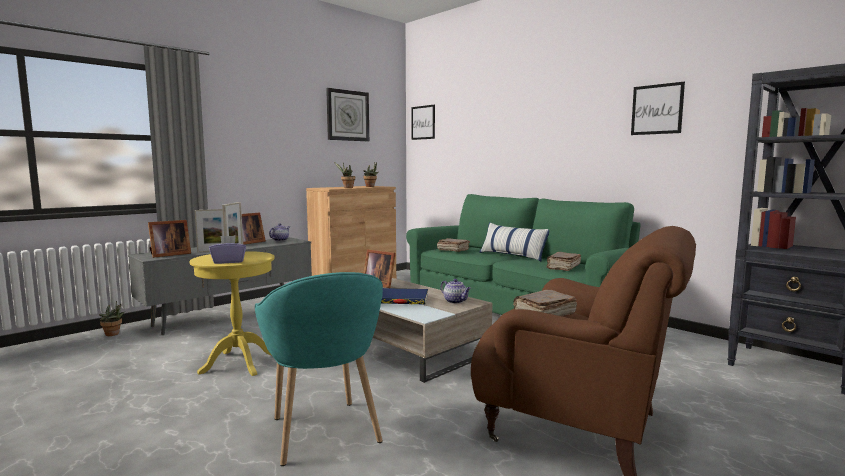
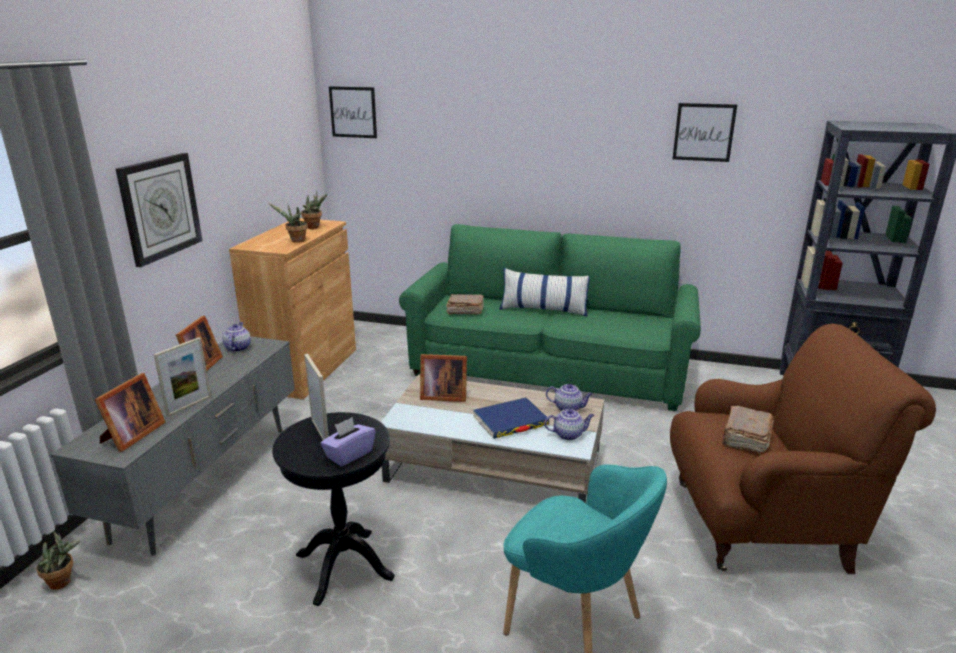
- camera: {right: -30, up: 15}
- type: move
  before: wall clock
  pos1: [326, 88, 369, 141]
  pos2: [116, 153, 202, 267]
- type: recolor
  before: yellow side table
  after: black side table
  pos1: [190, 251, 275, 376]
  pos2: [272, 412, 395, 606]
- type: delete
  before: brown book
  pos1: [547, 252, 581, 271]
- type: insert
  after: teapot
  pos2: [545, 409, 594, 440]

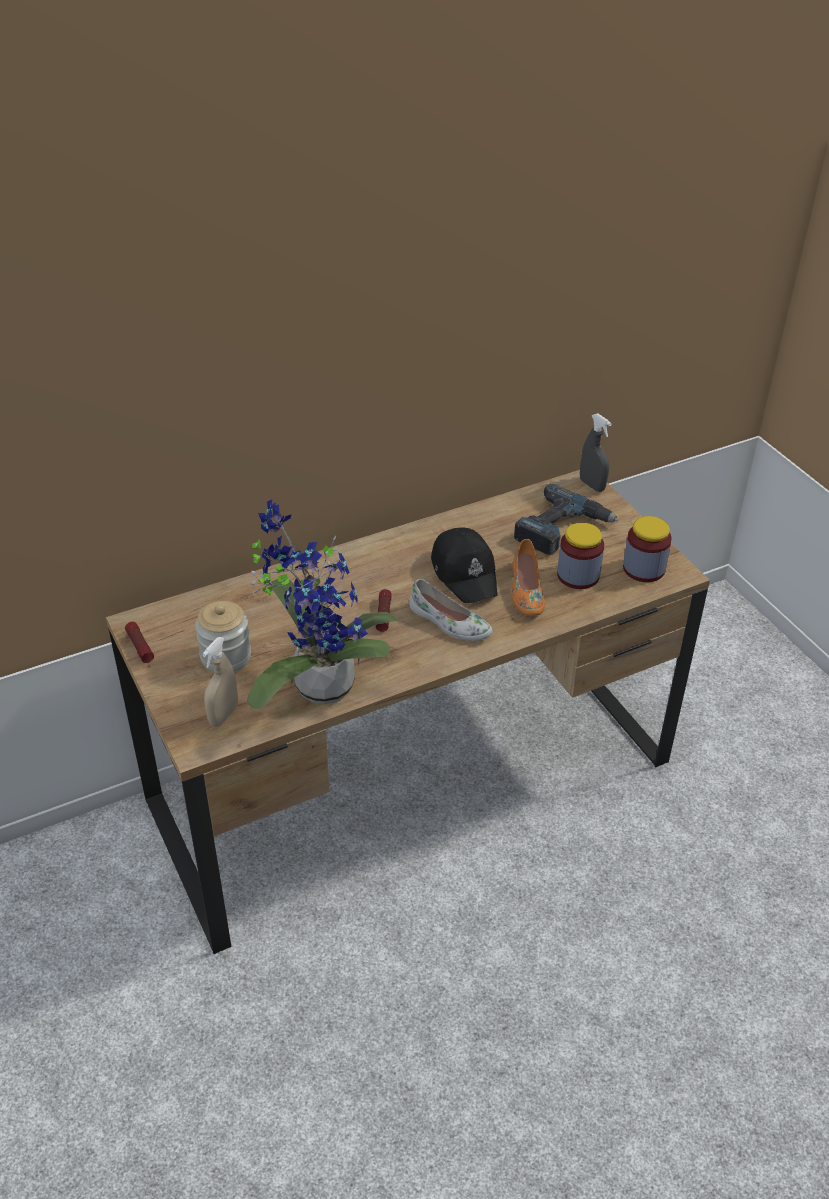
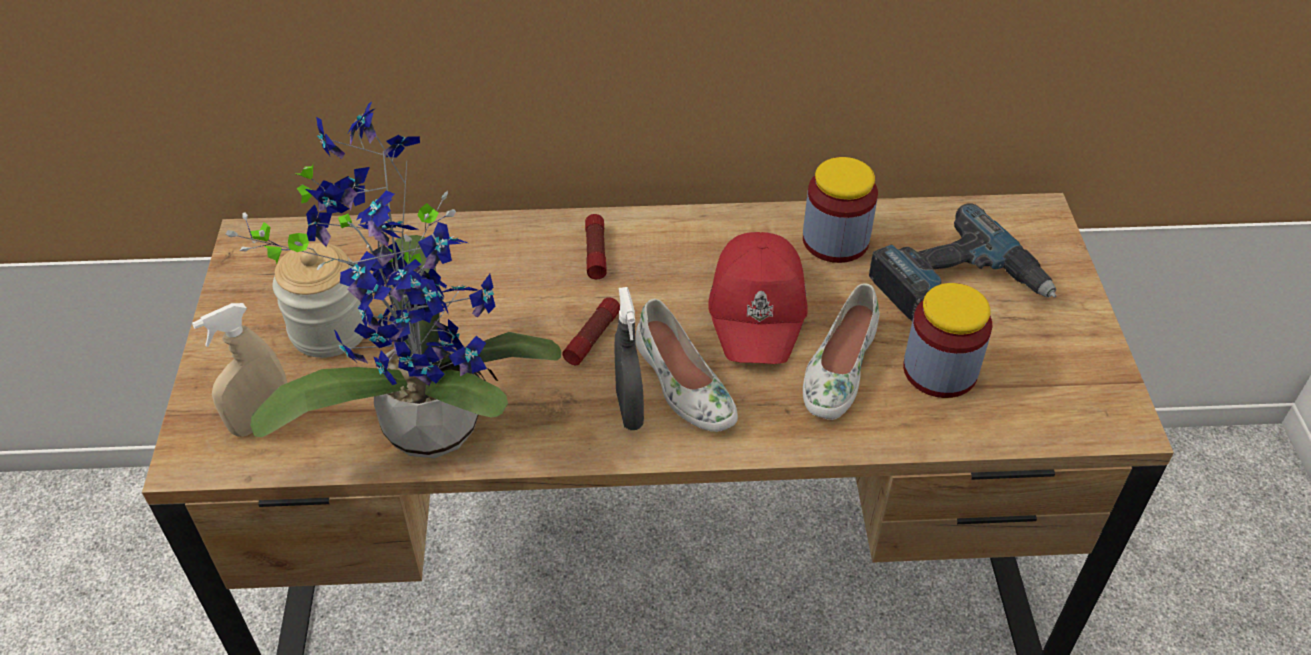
- camera: {right: 25, up: 5}
- type: move
  before: grey spray bottle
  pos1: [580, 414, 612, 492]
  pos2: [614, 287, 644, 430]
- type: move
  before: jar
  pos1: [623, 516, 672, 582]
  pos2: [803, 157, 878, 263]
- type: recolor
  before: black cap
  after: red cap
  pos1: [431, 528, 498, 603]
  pos2: [708, 232, 808, 364]
- type: recolor
  before: orange shoe
  after: white shoe
  pos1: [511, 539, 545, 616]
  pos2: [803, 283, 879, 420]
- type: move
  before: flashlight
  pos1: [125, 622, 154, 663]
  pos2: [585, 214, 607, 279]

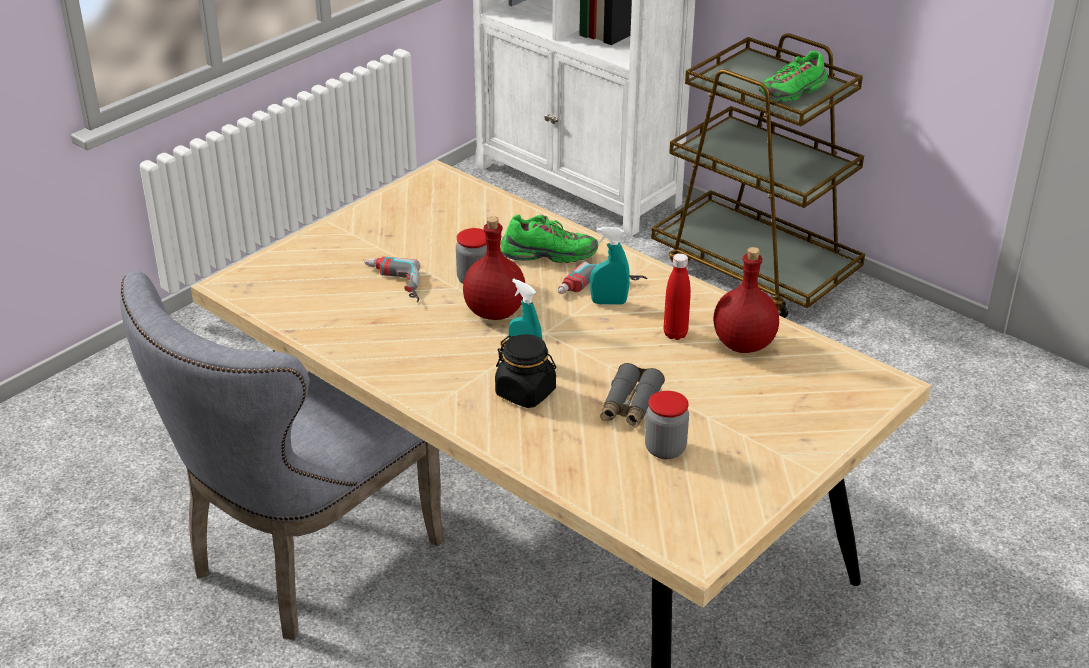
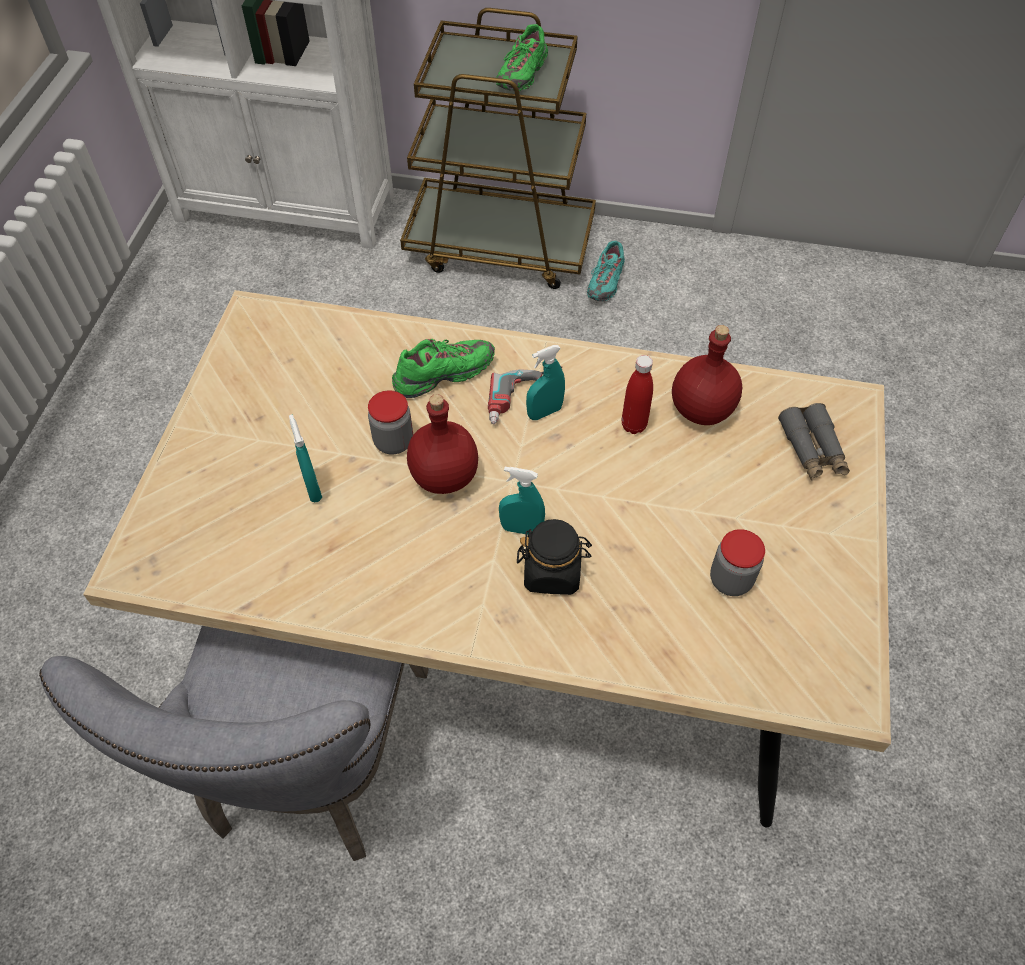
- camera: {right: -30, up: 20}
- type: replace
  before: power drill
  after: turquoise spray bottle
  pos1: [364, 256, 420, 303]
  pos2: [289, 414, 322, 502]
- type: move
  before: grey binoculars
  pos1: [600, 363, 665, 428]
  pos2: [778, 403, 850, 480]
- type: insert
  after: turquoise shoe
  pos2: [587, 241, 625, 301]

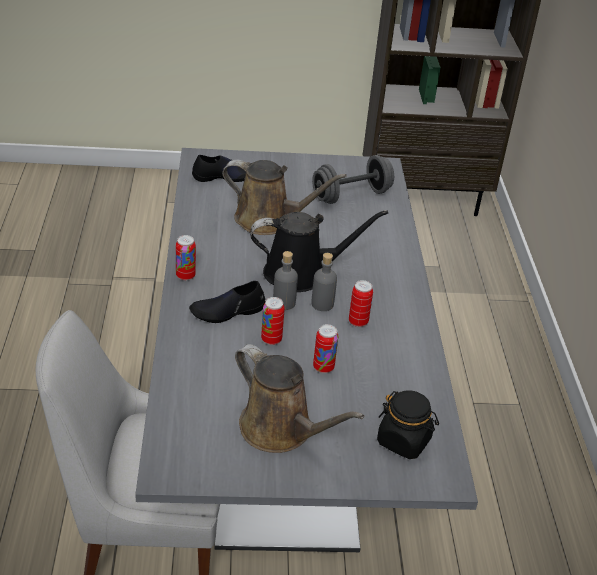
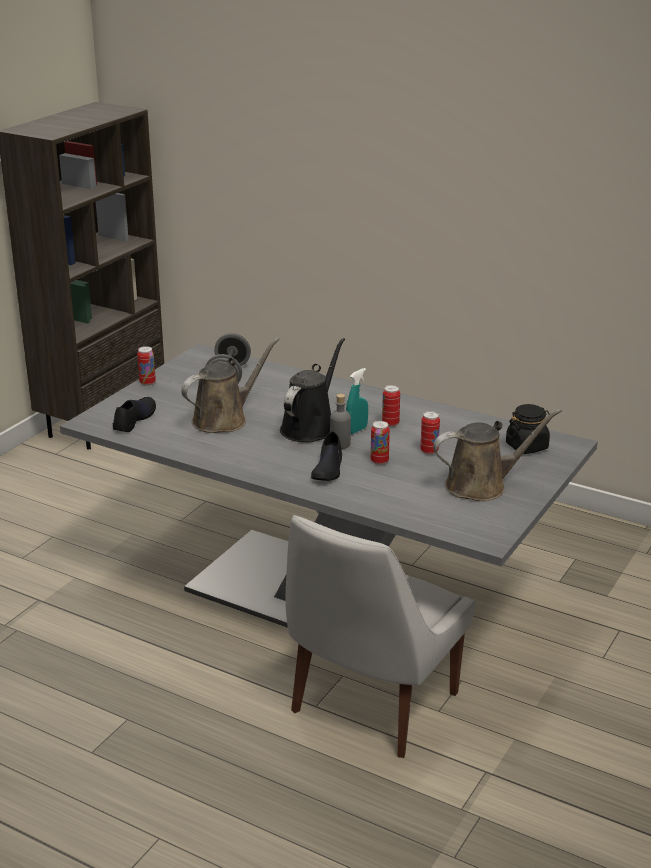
- camera: {right: -55, up: -10}
- type: move
  before: can
  pos1: [176, 235, 196, 281]
  pos2: [137, 346, 156, 386]
- type: replace
  before: grey bottle
  after: turquoise spray bottle
  pos1: [311, 253, 337, 311]
  pos2: [346, 368, 368, 434]

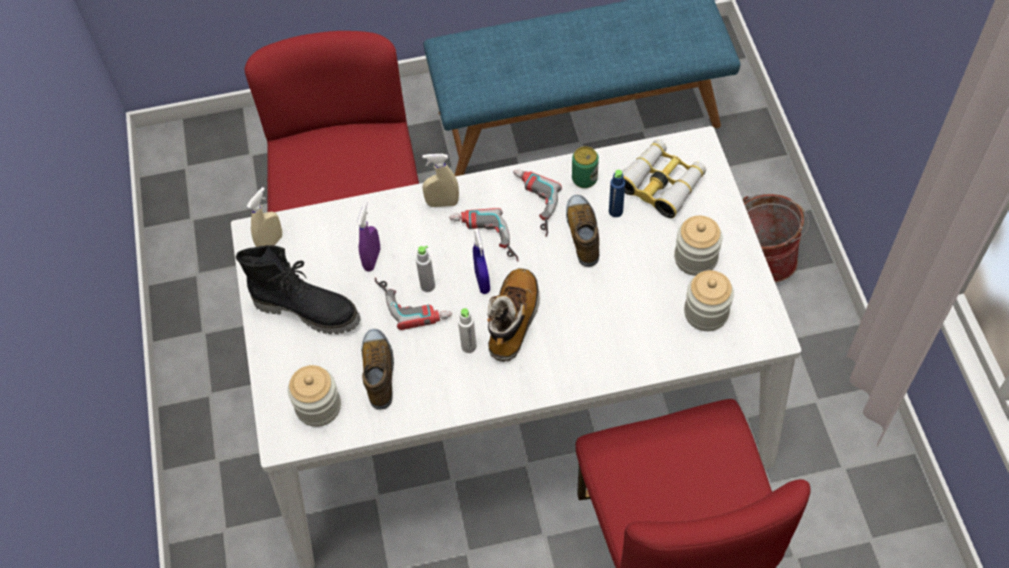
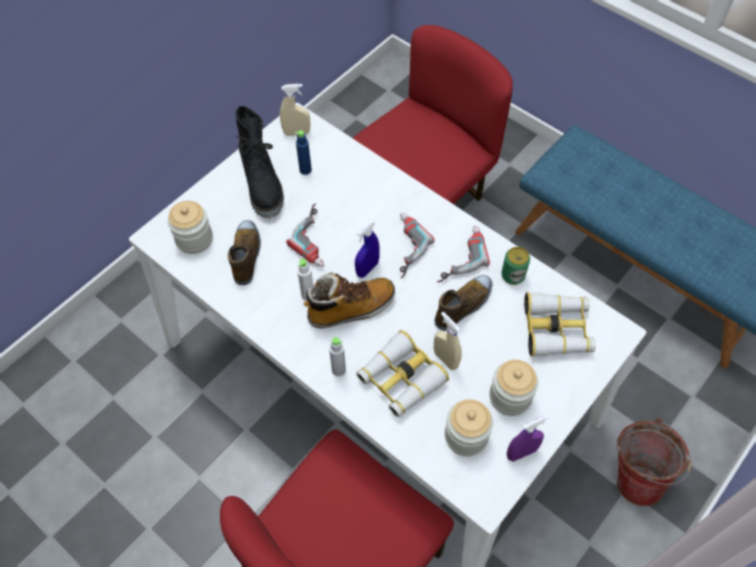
- camera: {right: 50, up: 0}
- type: move
  before: beige spray bottle
  pos1: [422, 154, 459, 207]
  pos2: [434, 312, 462, 370]
- type: move
  before: blue bottle
  pos1: [609, 169, 625, 217]
  pos2: [295, 130, 312, 175]
- type: move
  before: purple spray bottle
  pos1: [357, 202, 380, 272]
  pos2: [507, 415, 549, 462]
- type: move
  before: grey bottle
  pos1: [416, 245, 435, 292]
  pos2: [329, 337, 346, 376]
- type: rotate
  before: shoe
  pos1: [361, 329, 394, 410]
  pos2: [228, 220, 261, 285]
  turn: -45
- type: insert
  after: binoculars
  pos2: [356, 330, 449, 417]

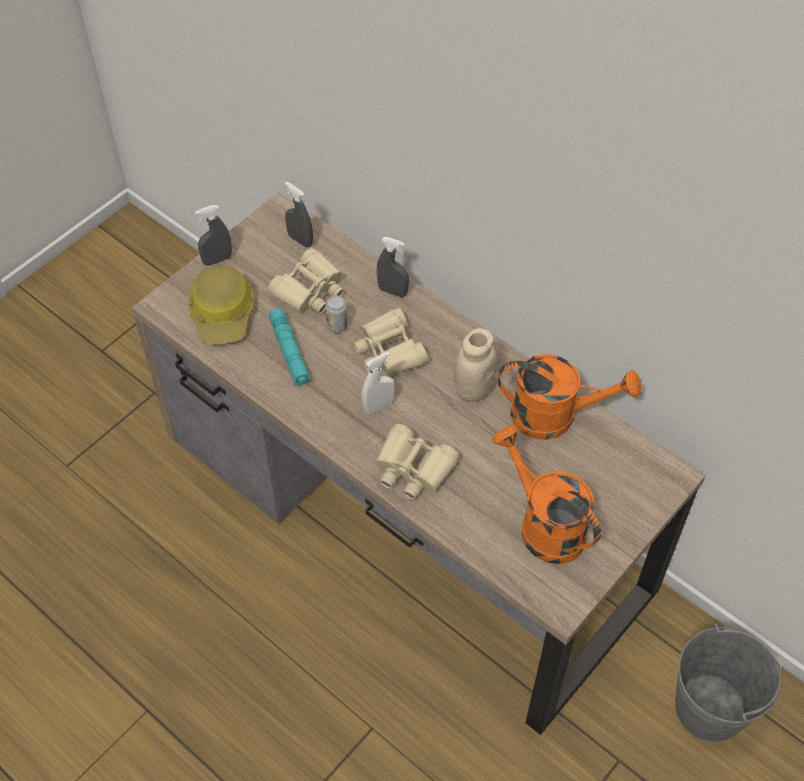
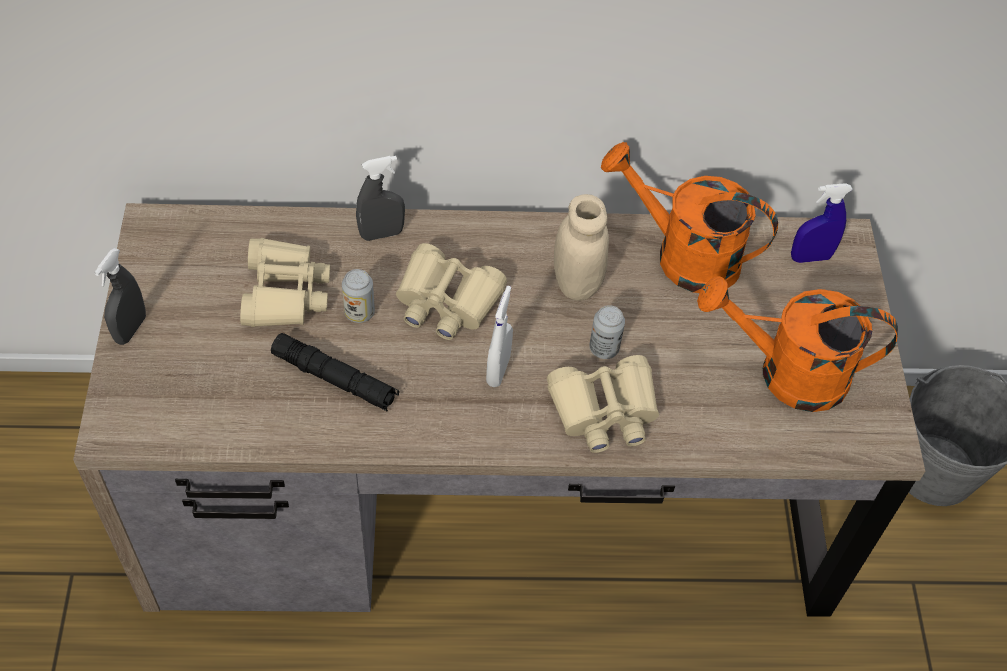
- camera: {right: -45, up: 0}
- type: delete
  before: grey spray bottle
  pos1: [285, 181, 313, 247]
- type: delete
  before: hard hat
  pos1: [188, 265, 254, 344]
- type: recolor
  before: turquoise flashlight
  after: black flashlight
  pos1: [269, 308, 311, 387]
  pos2: [271, 333, 399, 411]
- type: rotate
  before: orange watering can
  pos1: [498, 354, 642, 440]
  pos2: [601, 142, 778, 293]
  turn: -120
- type: insert
  after: blue spray bottle
  pos2: [791, 183, 853, 263]
- type: insert
  after: can
  pos2: [589, 305, 625, 359]

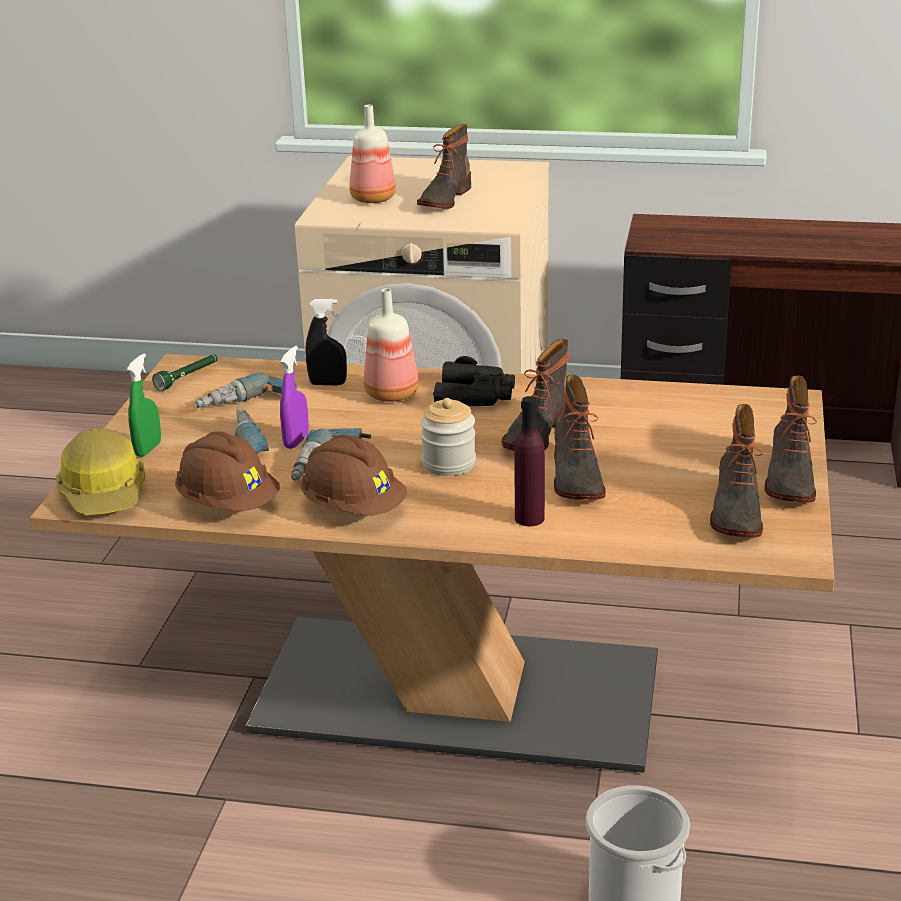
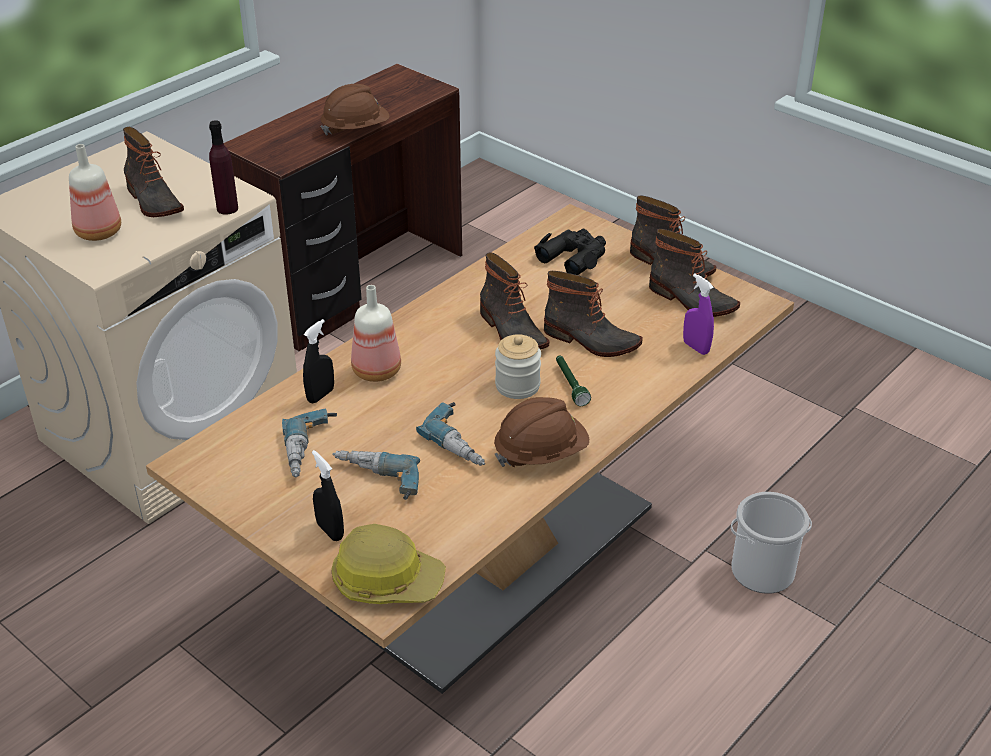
- camera: {right: -60, up: 10}
- type: move
  before: purple spray bottle
  pos1: [280, 346, 309, 449]
  pos2: [683, 274, 714, 355]
- type: recolor
  before: green spray bottle
  after: black spray bottle
  pos1: [127, 353, 161, 457]
  pos2: [312, 450, 344, 541]
- type: move
  before: green flashlight
  pos1: [152, 354, 218, 391]
  pos2: [556, 355, 591, 406]
- type: move
  before: black binoculars
  pos1: [433, 356, 515, 406]
  pos2: [534, 229, 606, 275]
- type: move
  before: purple bottle
  pos1: [514, 396, 545, 526]
  pos2: [209, 120, 238, 215]
- type: move
  before: brown hard hat
  pos1: [175, 431, 280, 511]
  pos2: [320, 84, 390, 136]

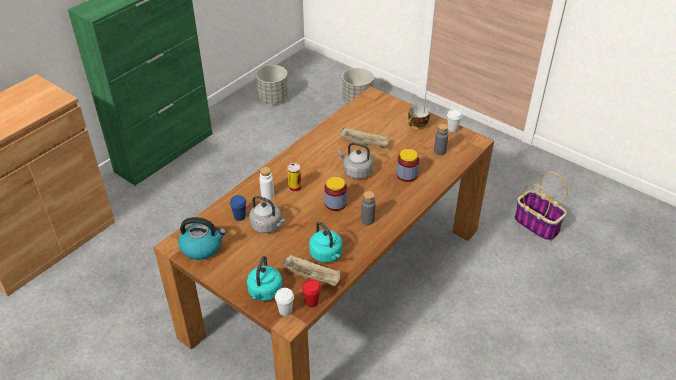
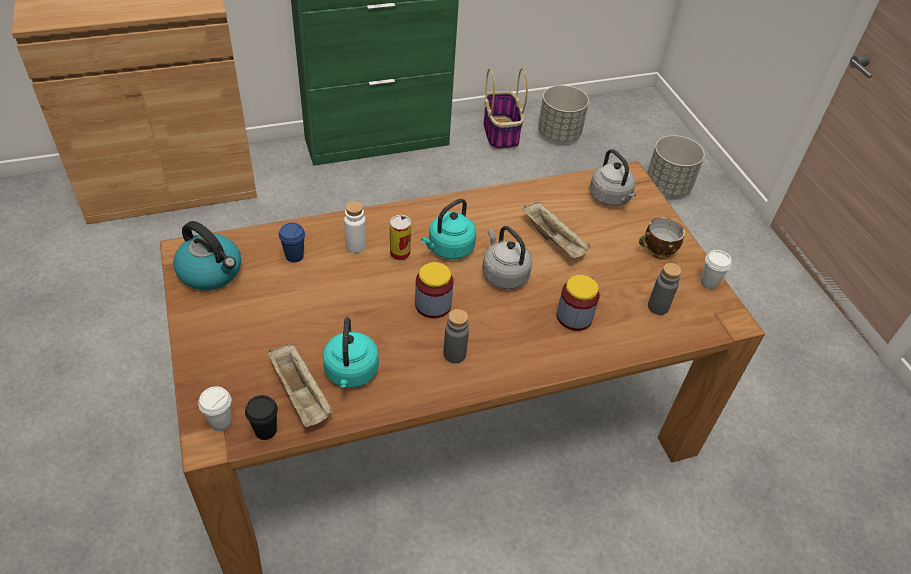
- camera: {right: 30, up: 5}
- type: move
  before: basket
  pos1: [514, 172, 568, 241]
  pos2: [483, 68, 528, 150]
- type: move
  before: grey kettle
  pos1: [249, 196, 286, 233]
  pos2: [590, 149, 636, 206]
- type: move
  before: turquoise kettle
  pos1: [247, 256, 282, 301]
  pos2: [421, 198, 476, 259]
- type: recolor
  before: red cup
  after: black cup
  pos1: [302, 279, 321, 307]
  pos2: [245, 395, 278, 440]

